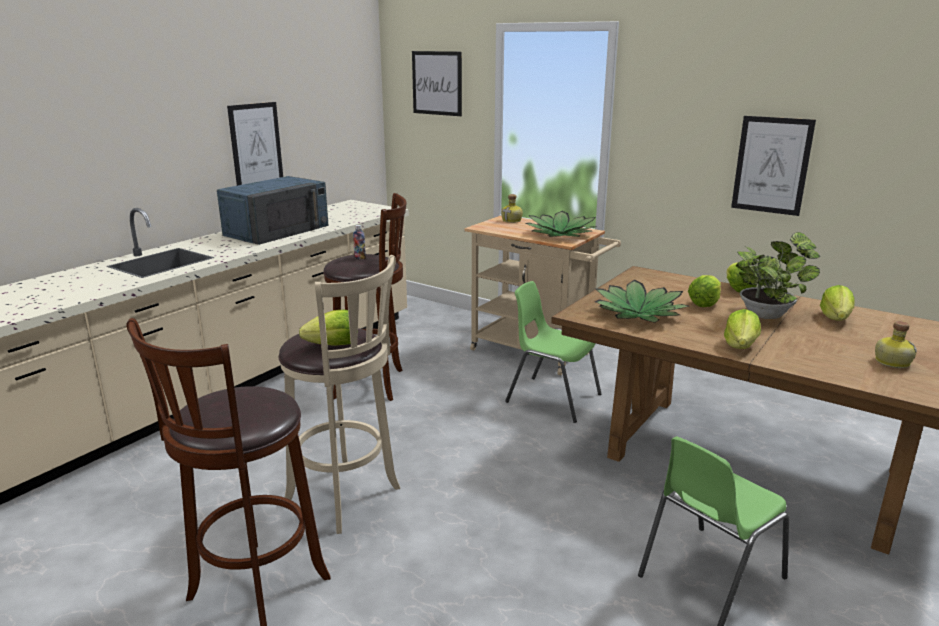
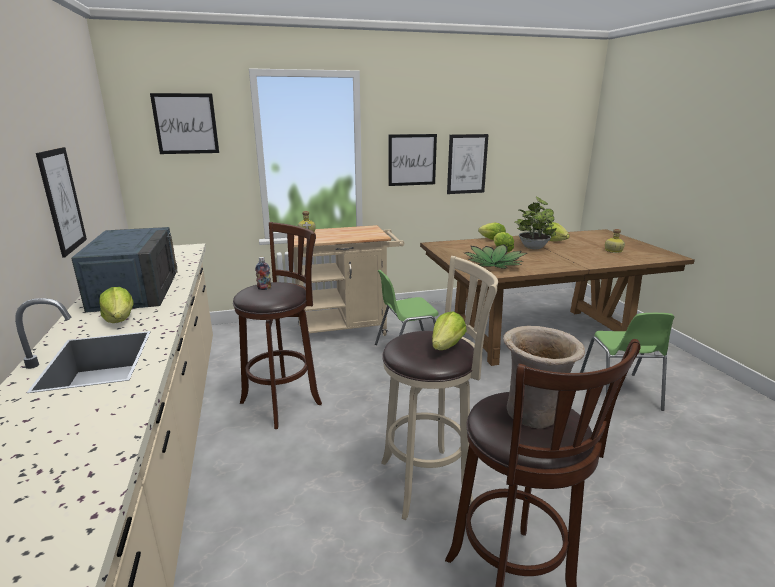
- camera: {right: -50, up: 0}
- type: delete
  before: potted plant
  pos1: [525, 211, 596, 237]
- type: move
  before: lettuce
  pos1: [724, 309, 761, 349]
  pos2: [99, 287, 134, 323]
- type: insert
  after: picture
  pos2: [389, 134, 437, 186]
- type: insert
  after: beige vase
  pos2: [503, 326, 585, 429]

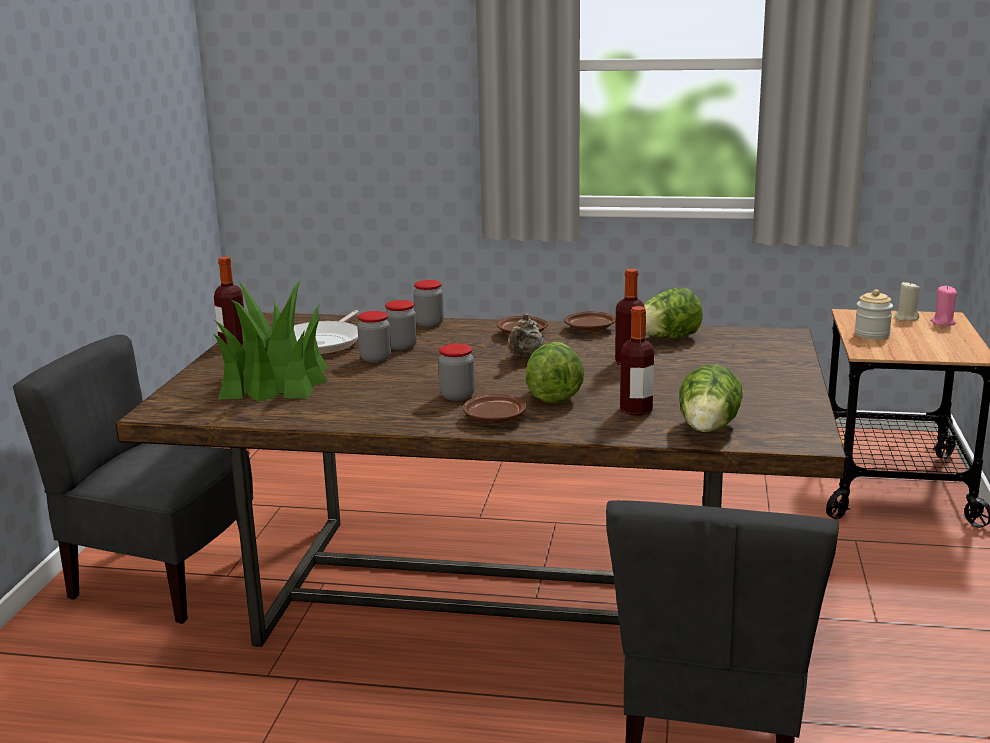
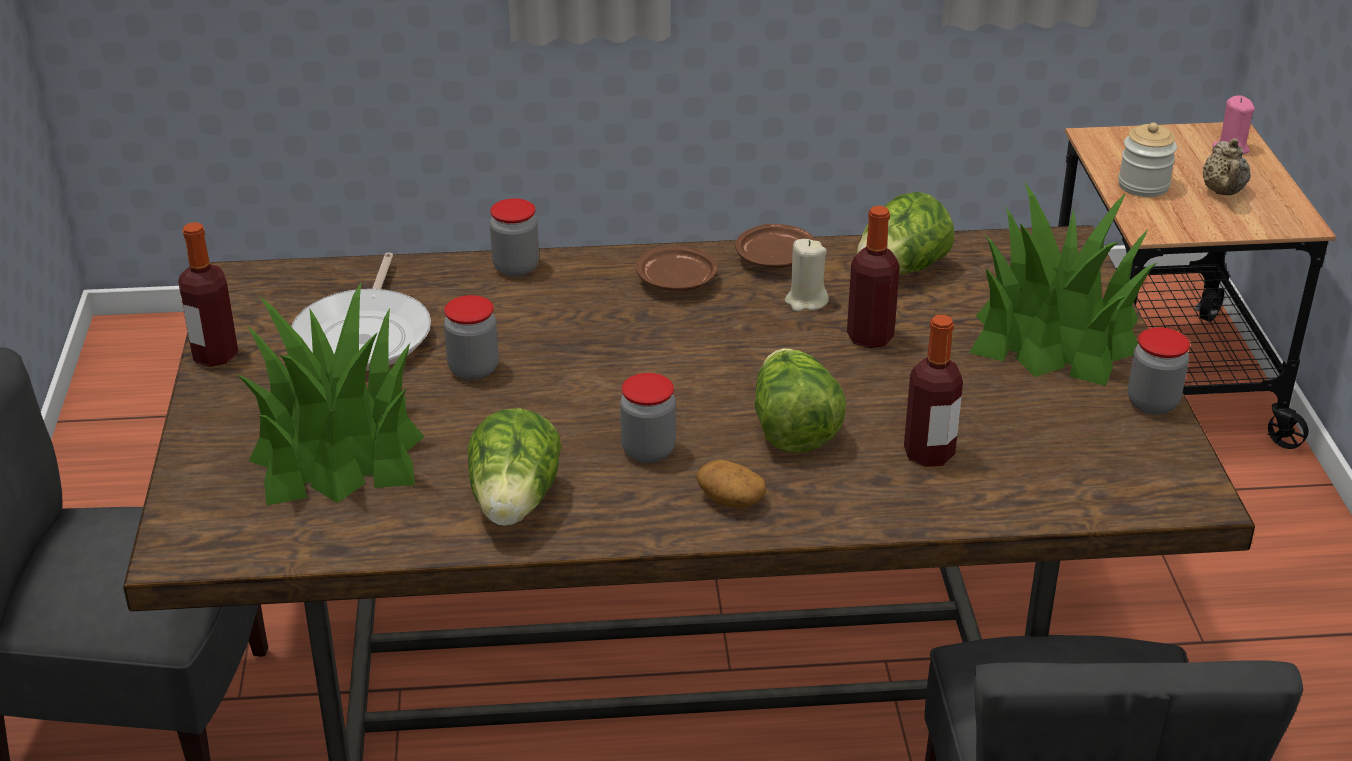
- camera: {right: -15, up: 15}
- type: move
  before: beige candle
  pos1: [894, 281, 920, 321]
  pos2: [785, 239, 829, 312]
- type: move
  before: jar
  pos1: [385, 300, 417, 350]
  pos2: [1128, 327, 1190, 415]
- type: move
  before: beige teapot
  pos1: [507, 313, 544, 360]
  pos2: [1203, 138, 1251, 195]
- type: move
  before: lettuce
  pos1: [679, 365, 743, 432]
  pos2: [467, 408, 562, 526]
- type: replace
  before: brown plate
  after: potato
  pos1: [463, 394, 526, 423]
  pos2: [696, 460, 766, 508]
- type: insert
  after: potted plant
  pos2: [969, 182, 1156, 386]

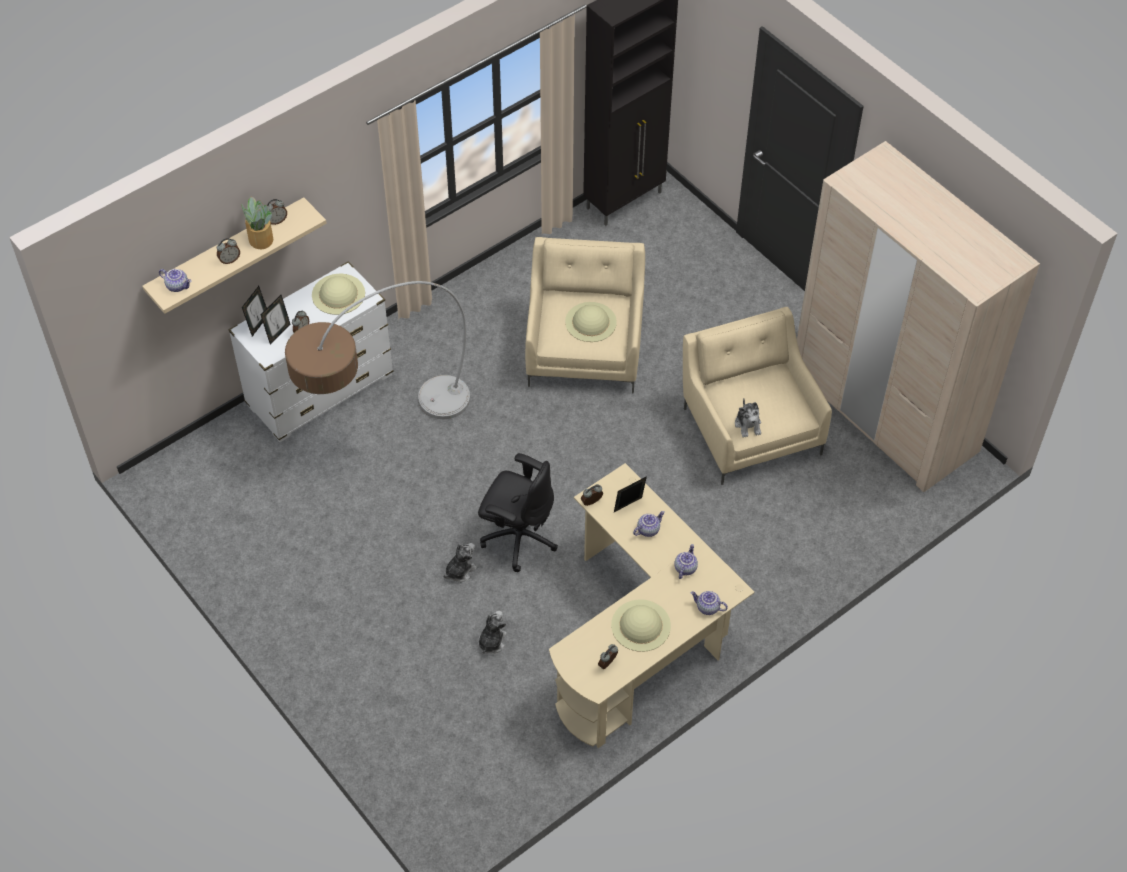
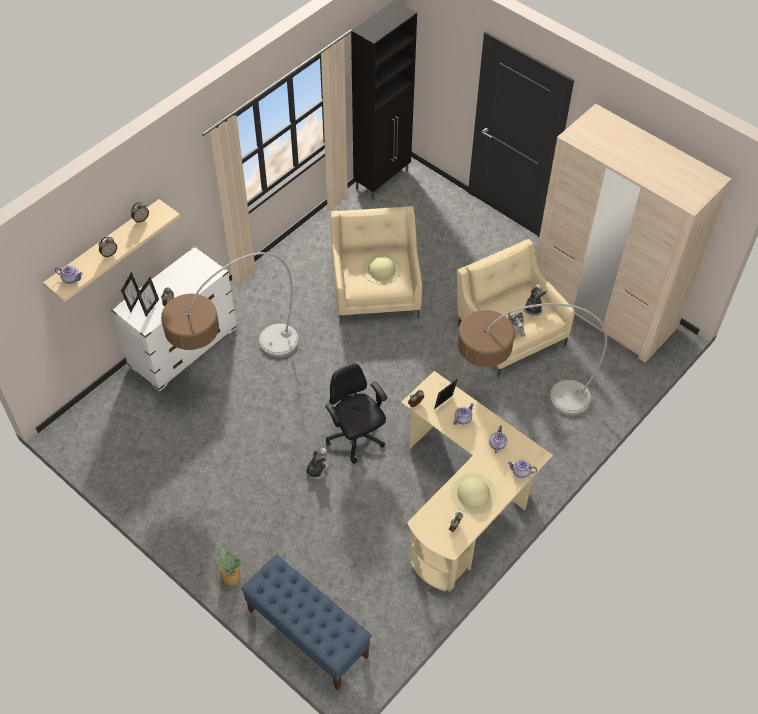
- camera: {right: -10, up: 0}
- type: move
  before: potted plant
  pos1: [241, 196, 273, 249]
  pos2: [215, 548, 241, 585]
- type: delete
  before: beige hat
  pos1: [312, 274, 365, 315]
- type: rotate
  before: black office chair
  pos1: [478, 453, 558, 572]
  pos2: [325, 363, 387, 464]
  turn: -135
- type: move
  before: plush toy
  pos1: [478, 611, 507, 654]
  pos2: [524, 284, 547, 316]
- type: insert
  after: floor lamp
  pos2: [457, 303, 607, 415]
- type: insert
  after: blue bench
  pos2: [241, 554, 372, 690]

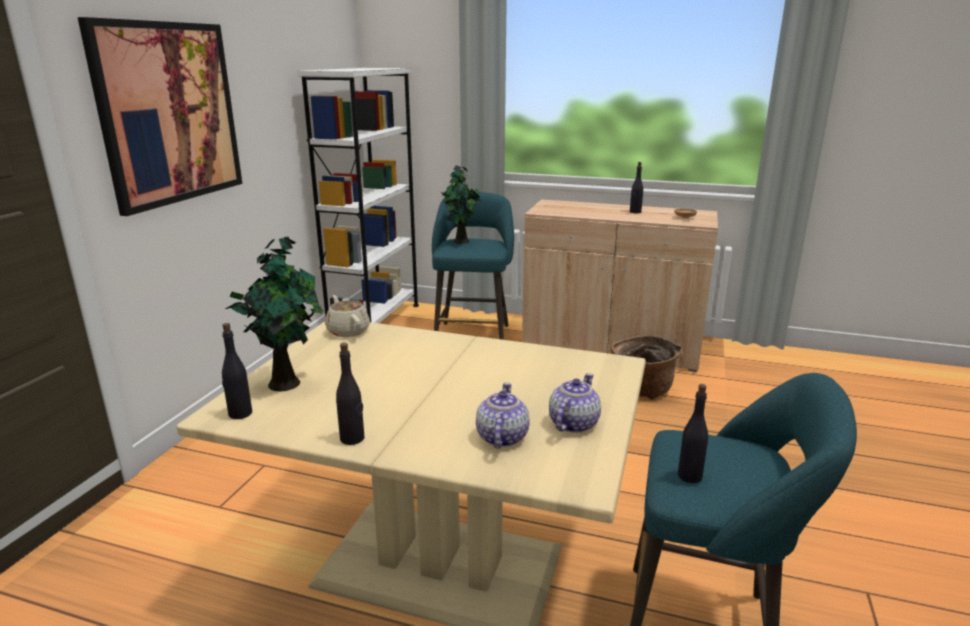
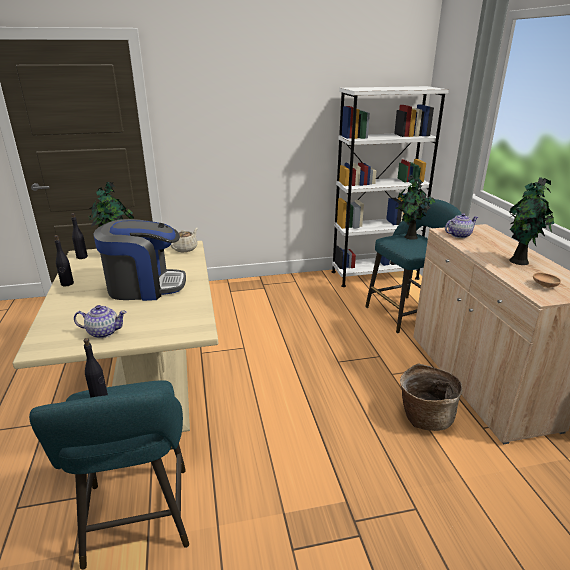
- camera: {right: 60, up: 5}
- type: delete
  before: picture
  pos1: [78, 17, 242, 216]
- type: replace
  before: black bottle
  after: potted plant
  pos1: [630, 162, 643, 213]
  pos2: [509, 177, 554, 265]
- type: move
  before: teapot
  pos1: [476, 382, 530, 448]
  pos2: [445, 213, 478, 238]
- type: insert
  after: coffee machine
  pos2: [93, 219, 186, 301]

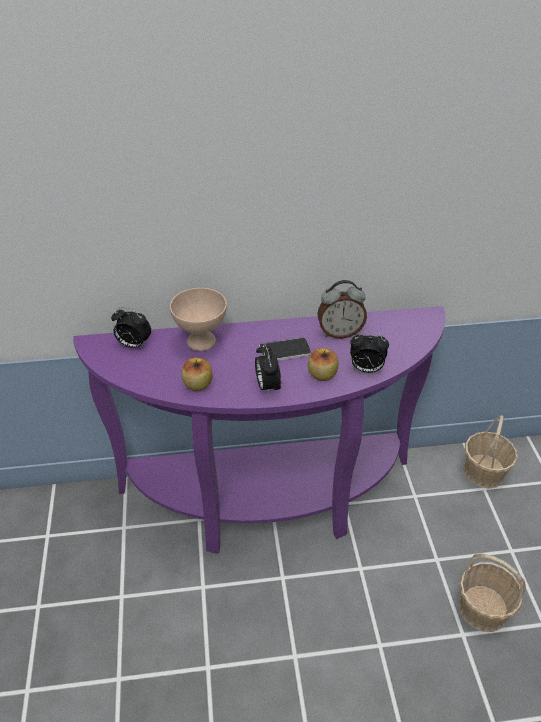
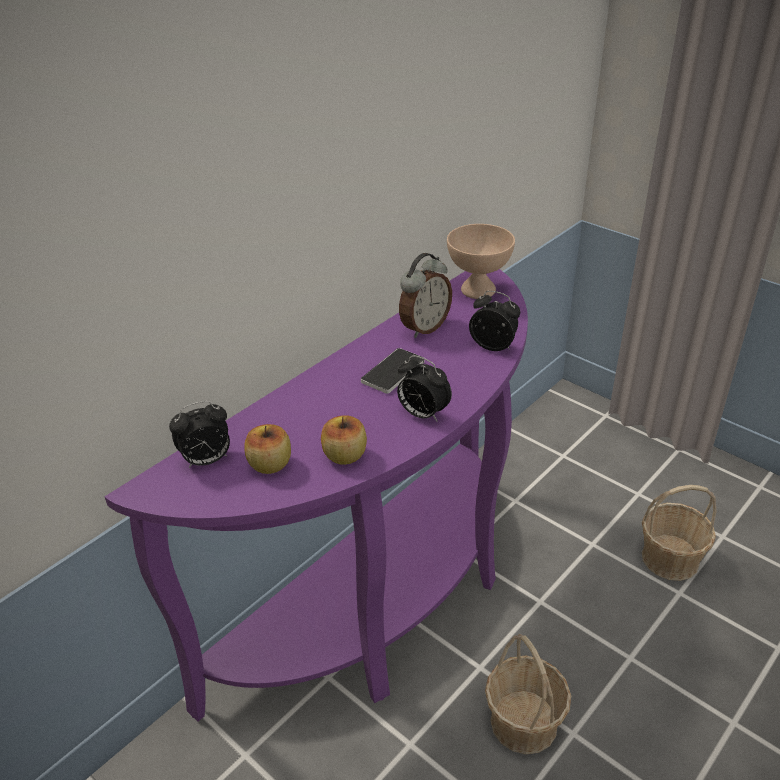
- camera: {right: -40, up: -5}
- type: move
  before: beige bowl
  pos1: [170, 288, 227, 351]
  pos2: [447, 224, 515, 299]
- type: rotate
  before: alarm clock
  pos1: [350, 332, 389, 373]
  pos2: [469, 291, 520, 351]
  turn: -120
- type: move
  before: apple
  pos1: [308, 348, 339, 381]
  pos2: [245, 424, 291, 474]
- type: move
  before: basket
  pos1: [464, 415, 518, 488]
  pos2: [485, 634, 571, 754]

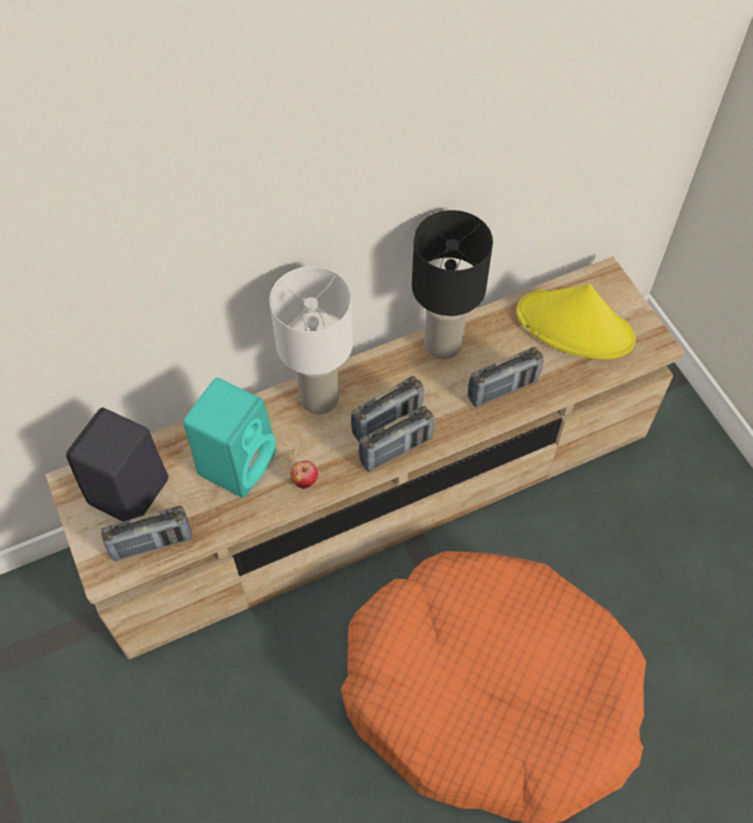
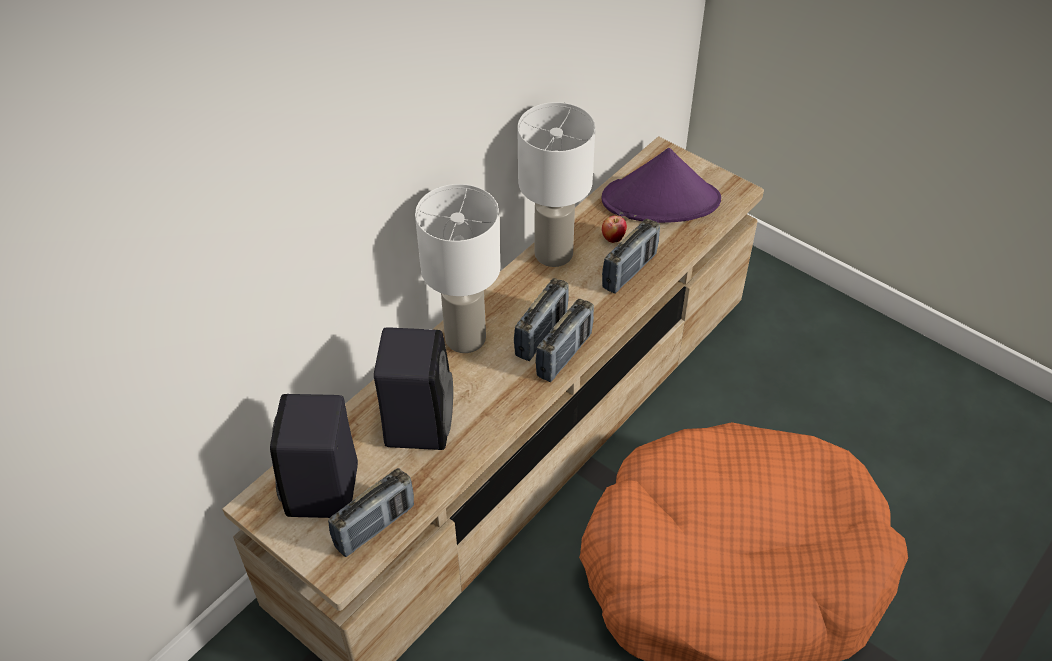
- camera: {right: -25, up: -10}
- type: recolor
  before: black table lamp
  after: white table lamp
  pos1: [412, 210, 493, 359]
  pos2: [518, 102, 595, 267]
- type: recolor
  before: yellow hat
  after: purple hat
  pos1: [517, 284, 636, 359]
  pos2: [601, 148, 721, 223]
- type: recolor
  before: turquoise speaker
  after: black speaker
  pos1: [183, 378, 276, 498]
  pos2: [374, 328, 453, 450]
- type: move
  before: apple
  pos1: [291, 461, 318, 489]
  pos2: [602, 215, 627, 243]

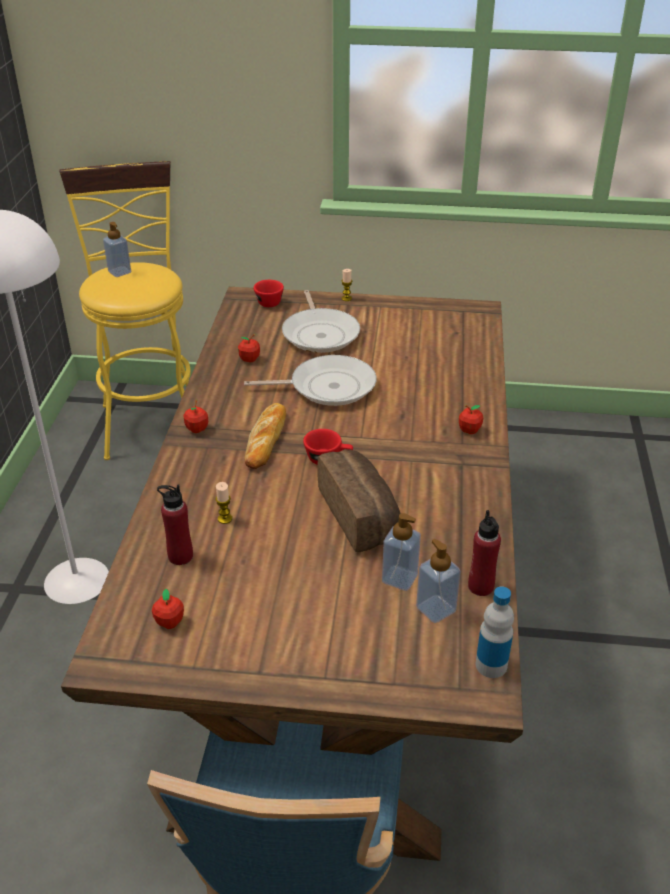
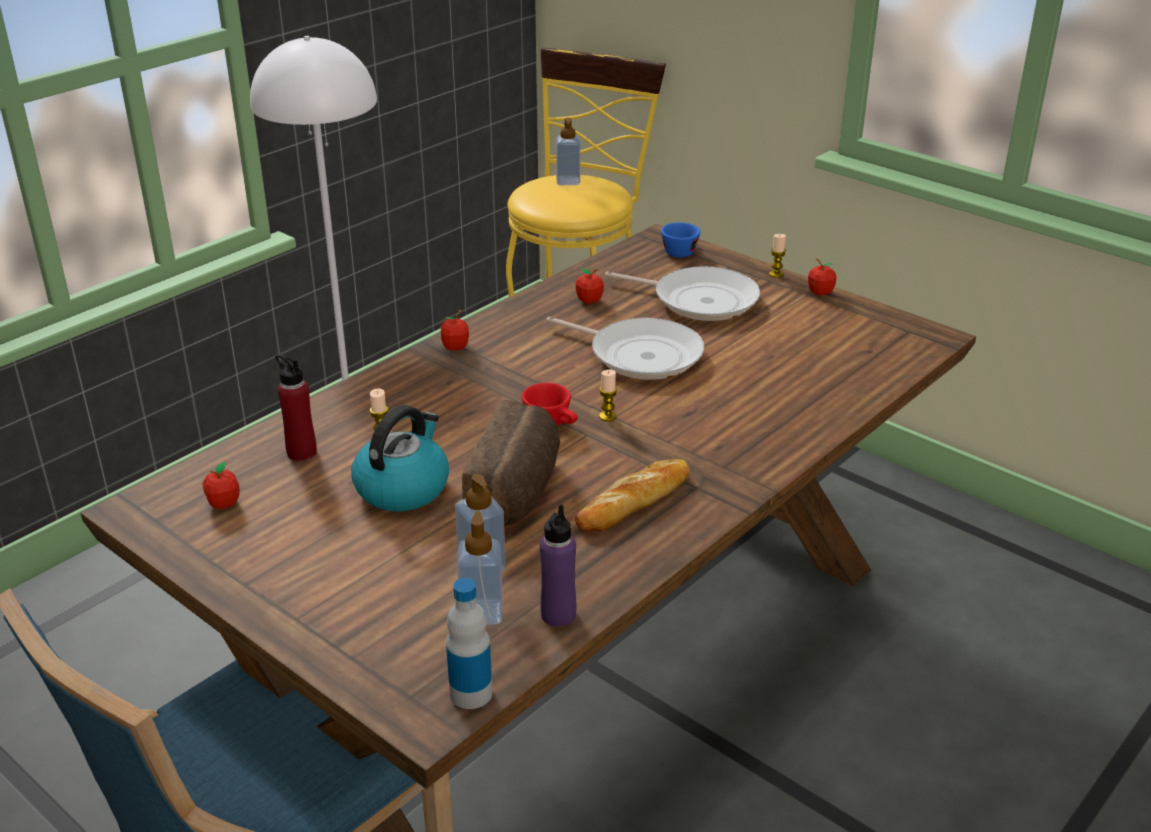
- camera: {right: 35, up: -5}
- type: recolor
  before: red cup
  after: blue cup
  pos1: [254, 280, 284, 307]
  pos2: [661, 222, 700, 258]
- type: rotate
  before: frying pan
  pos1: [282, 290, 360, 353]
  pos2: [605, 266, 760, 321]
  turn: -90
- type: move
  before: bread
  pos1: [245, 403, 286, 469]
  pos2: [575, 459, 690, 532]
- type: move
  before: apple
  pos1: [459, 405, 483, 434]
  pos2: [808, 258, 837, 296]
- type: recolor
  before: red bottle
  after: purple bottle
  pos1: [468, 510, 501, 596]
  pos2: [540, 504, 576, 627]
- type: insert
  after: candle
  pos2: [599, 370, 617, 421]
- type: insert
  after: kettle
  pos2: [352, 405, 449, 512]

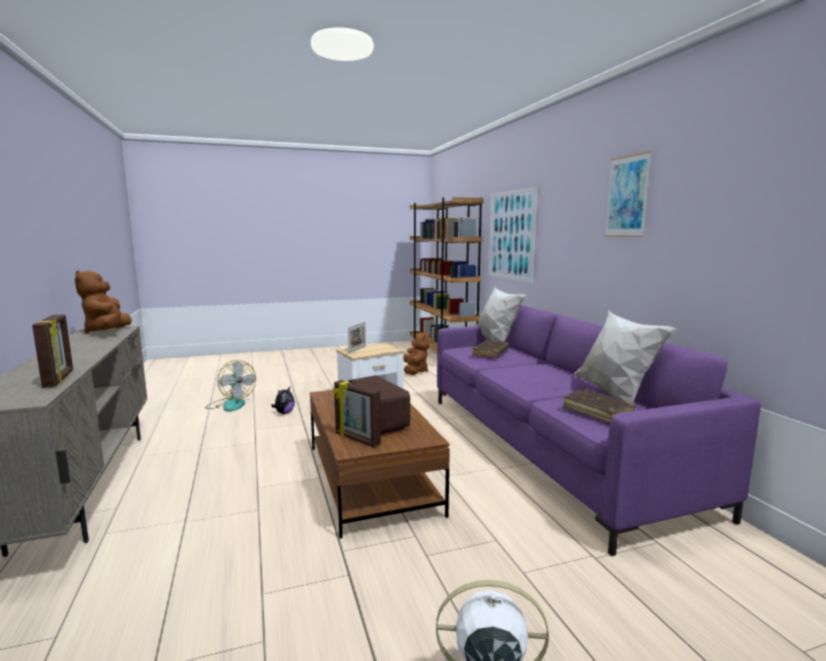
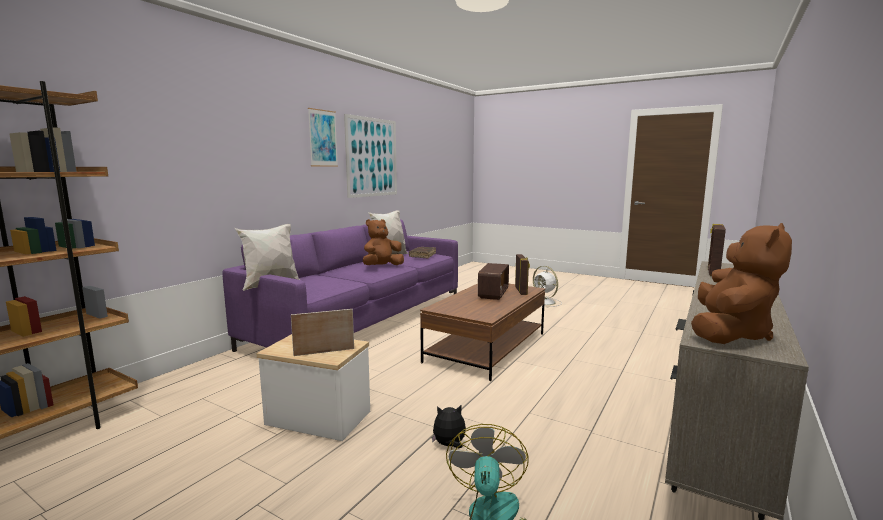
- camera: {right: -130, up: 0}
- type: move
  before: picture
  pos1: [489, 187, 537, 283]
  pos2: [344, 114, 397, 198]
- type: move
  before: brown plush toy
  pos1: [403, 332, 430, 375]
  pos2: [363, 219, 404, 265]
- type: delete
  before: brown book
  pos1: [472, 340, 509, 358]

